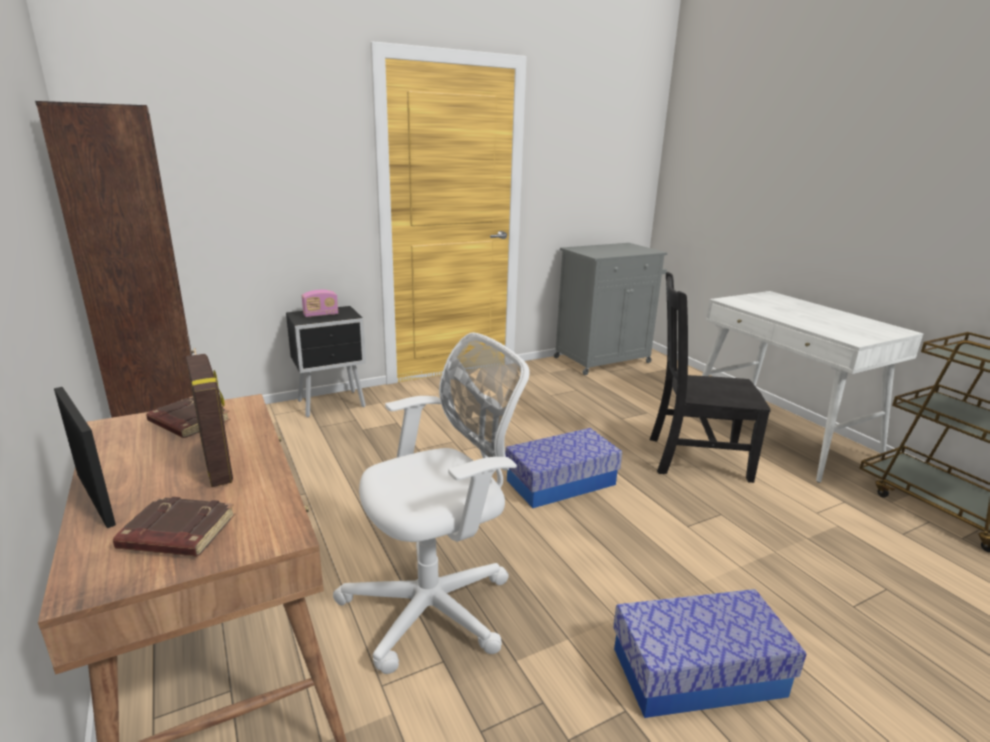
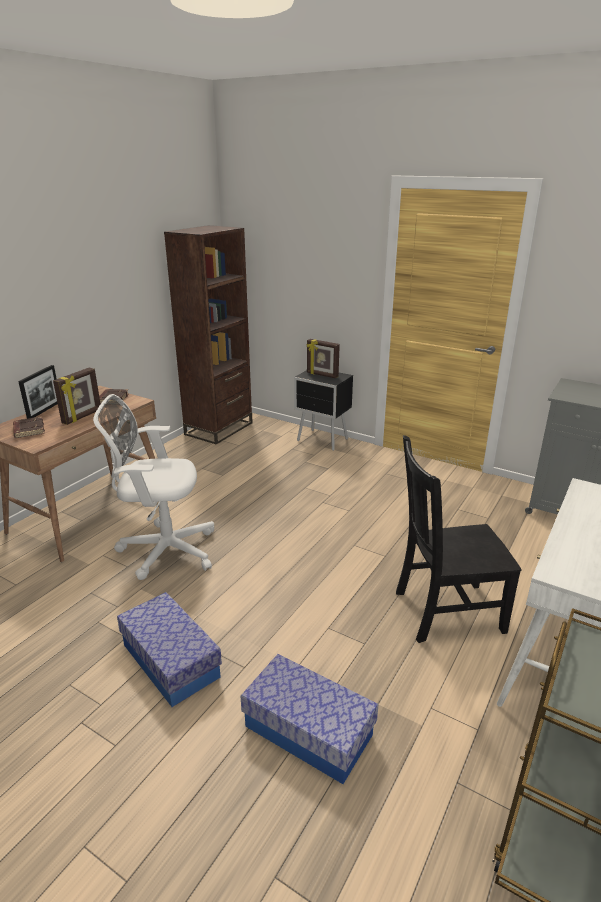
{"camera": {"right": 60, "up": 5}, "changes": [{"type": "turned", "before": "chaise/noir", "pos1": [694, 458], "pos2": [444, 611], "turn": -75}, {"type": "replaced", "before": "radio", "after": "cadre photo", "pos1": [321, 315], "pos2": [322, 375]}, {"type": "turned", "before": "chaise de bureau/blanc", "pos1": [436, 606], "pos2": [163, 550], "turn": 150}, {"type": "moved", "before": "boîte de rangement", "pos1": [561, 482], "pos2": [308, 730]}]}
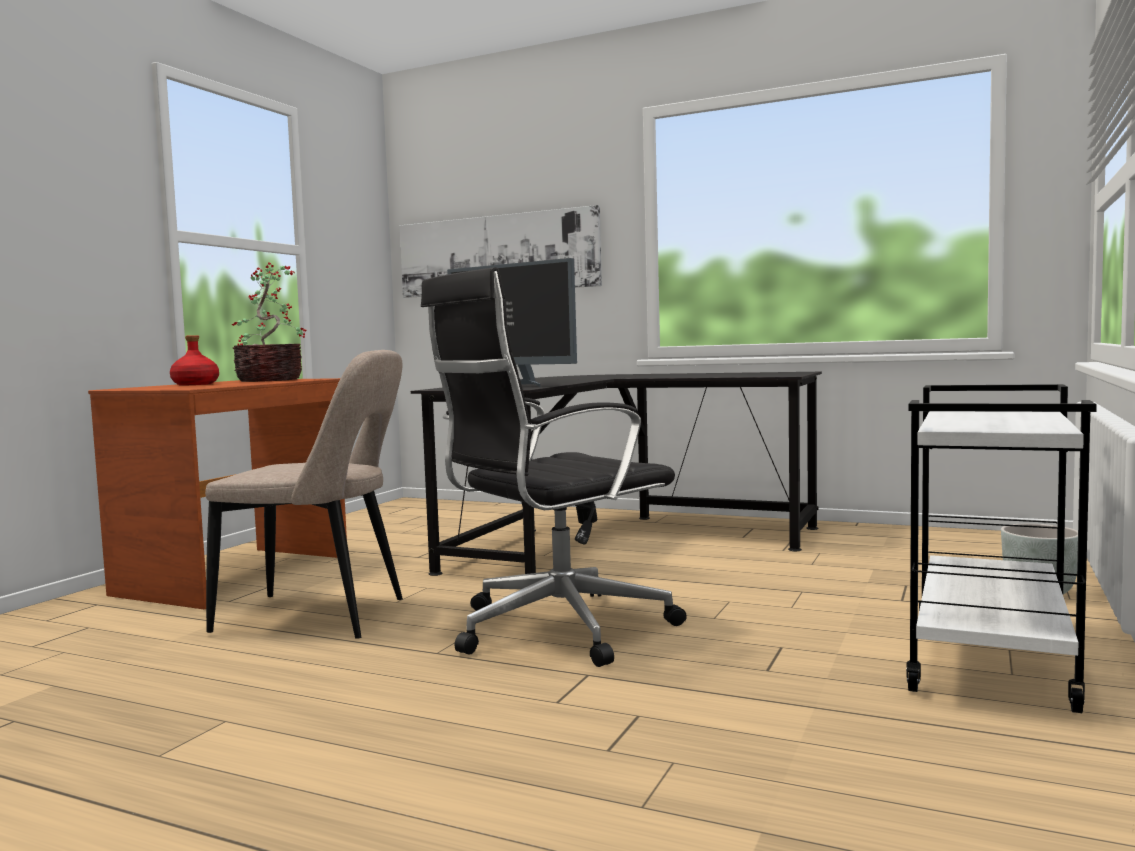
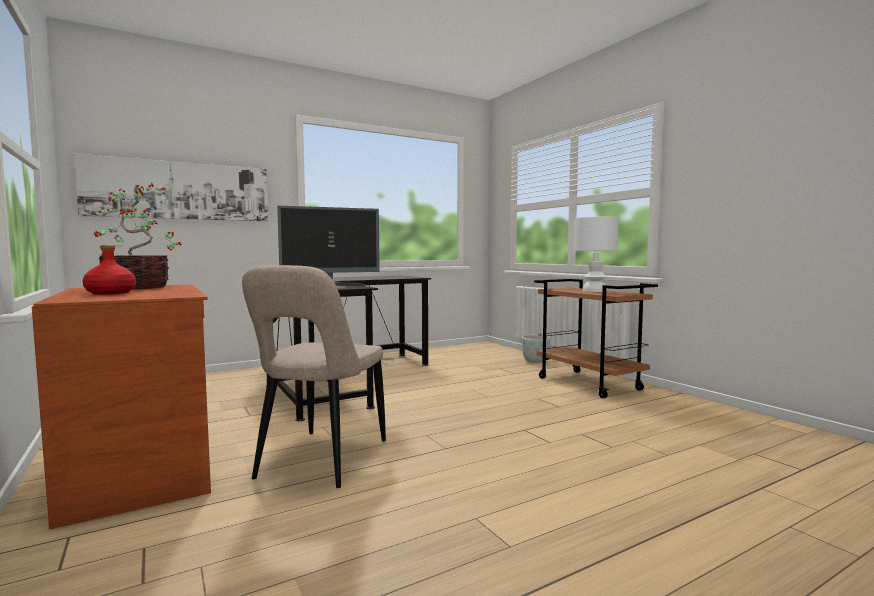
{"camera": {"right": -55, "up": 0}, "changes": [{"type": "removed", "before": "chaise de bureau/noir", "pos1": [555, 629]}, {"type": "turned", "before": "chaise/beige", "pos1": [319, 617], "pos2": [320, 461], "turn": 150}, {"type": "recoloured", "before": "chariot/blanc", "after": "chariot/marron", "pos1": [992, 662], "pos2": [590, 384]}, {"type": "added", "after": "lampe de table/blanc", "pos2": [594, 291]}]}
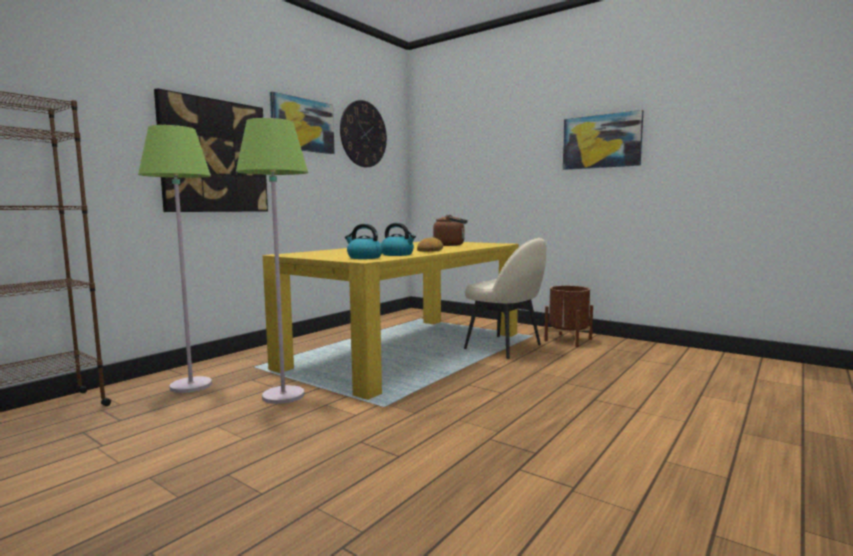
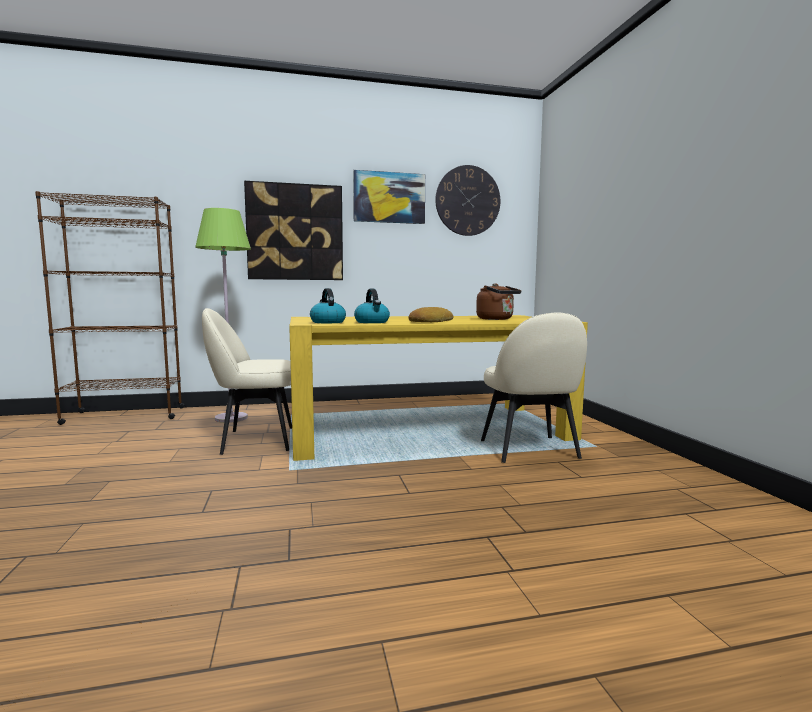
{"camera": {"right": 40, "up": 0}, "changes": [{"type": "removed", "before": "tableau", "pos1": [601, 141]}, {"type": "replaced", "before": "lampadaire/vert", "after": "chaise/beige", "pos1": [283, 396], "pos2": [256, 440]}, {"type": "removed", "before": "cache-pot/marron", "pos1": [568, 340]}]}
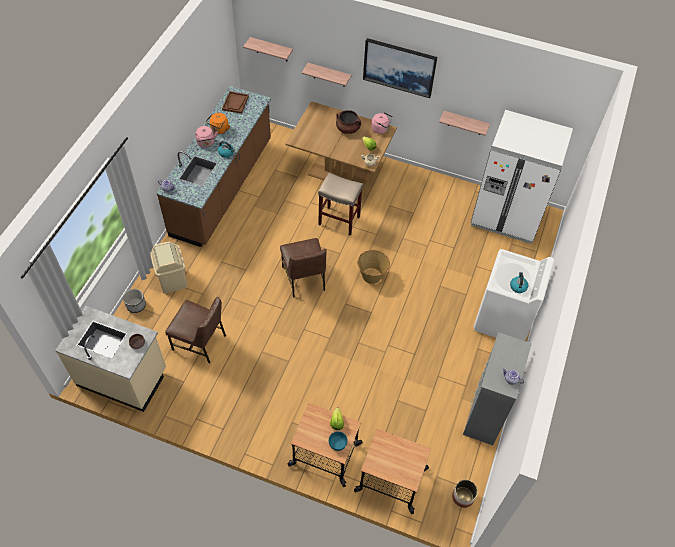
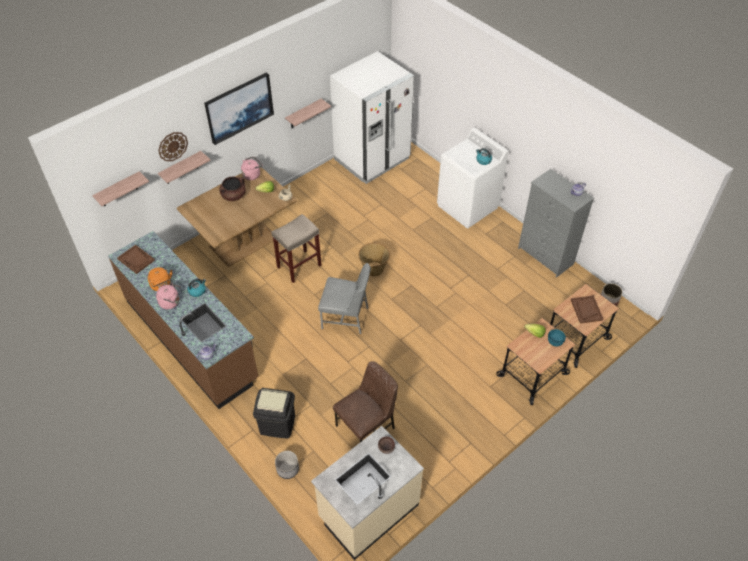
{"camera": {"right": -60, "up": -5}, "changes": [{"type": "recoloured", "before": "chaise/marron", "after": "chaise/gris", "pos1": [304, 279], "pos2": [346, 318]}, {"type": "recoloured", "before": "poubelle/beige", "after": "poubelle/noir", "pos1": [172, 280], "pos2": [277, 425]}, {"type": "added", "after": "horloge murale", "pos2": [172, 146]}, {"type": "added", "after": "plateau/marron", "pos2": [586, 310]}]}
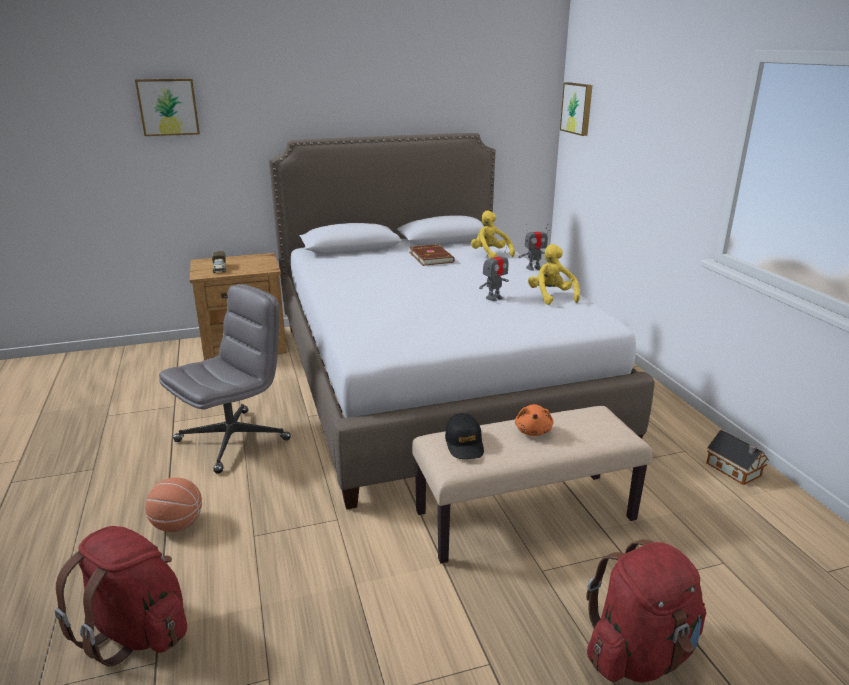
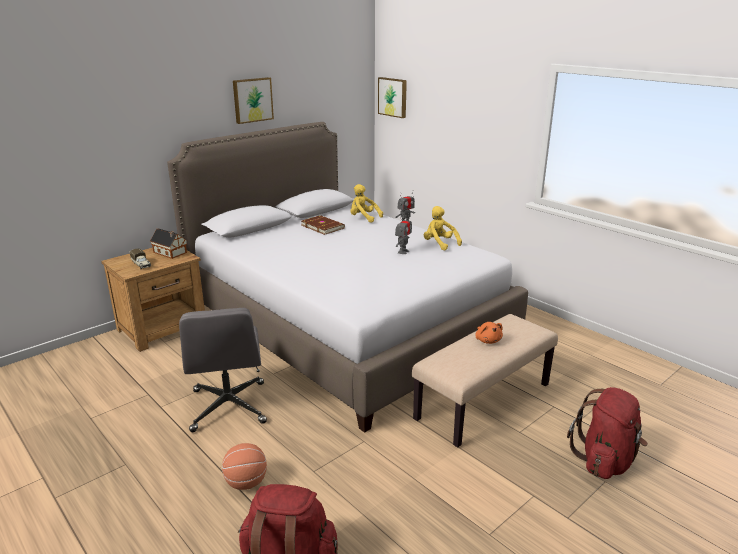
{"camera": {"right": -25, "up": 0}, "changes": [{"type": "moved", "before": "tableau", "pos1": [168, 107], "pos2": [252, 100]}, {"type": "turned", "before": "chaise de bureau/gris", "pos1": [233, 439], "pos2": [229, 407], "turn": 150}, {"type": "removed", "before": "casquette/noir", "pos1": [464, 444]}, {"type": "moved", "before": "maison miniature", "pos1": [735, 470], "pos2": [170, 253]}]}
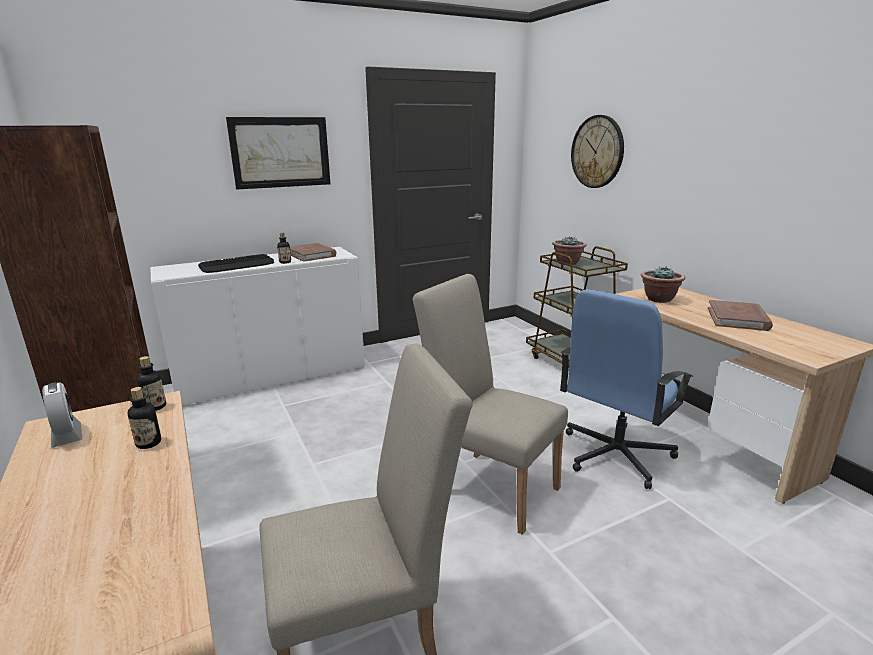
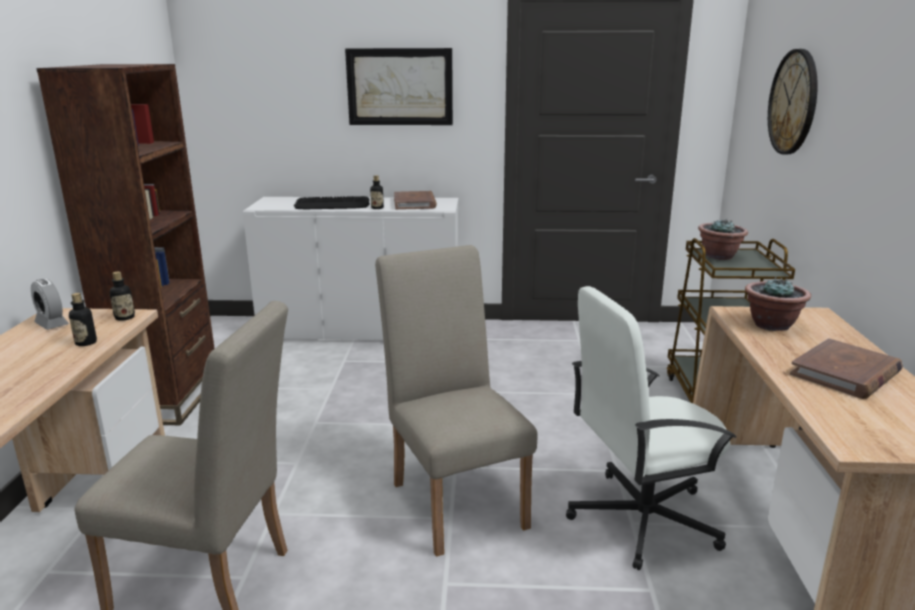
{"camera": {"right": 30, "up": 0}, "changes": [{"type": "recoloured", "before": "chaise de bureau/bleu", "after": "chaise de bureau/blanc", "pos1": [615, 454], "pos2": [641, 518]}, {"type": "turned", "before": "réveil", "pos1": [67, 436], "pos2": [51, 324], "turn": 135}]}
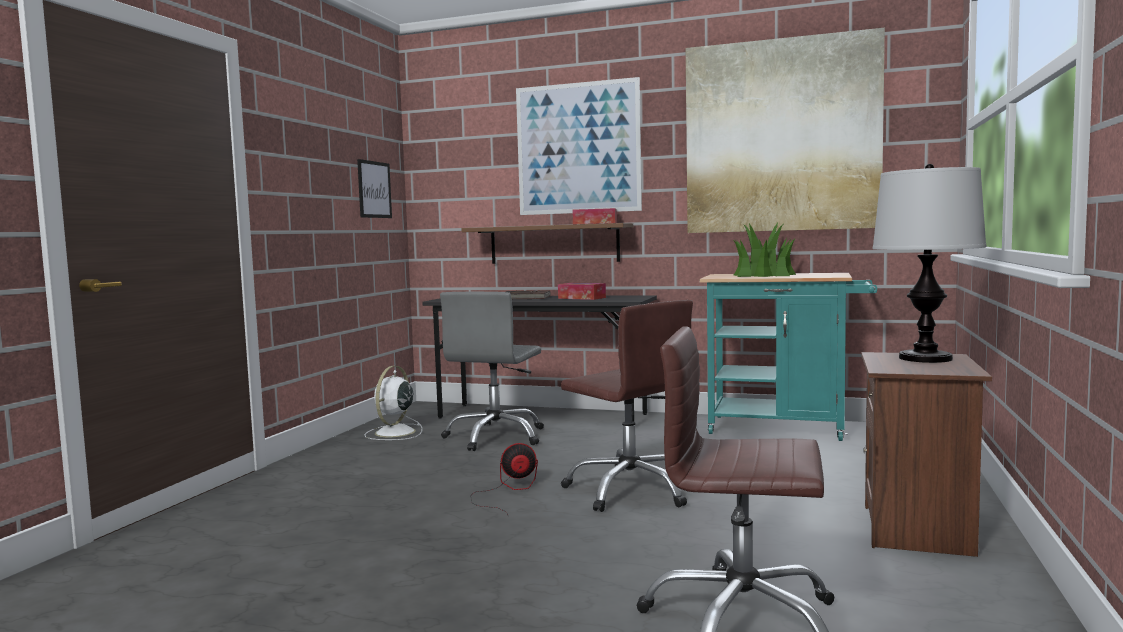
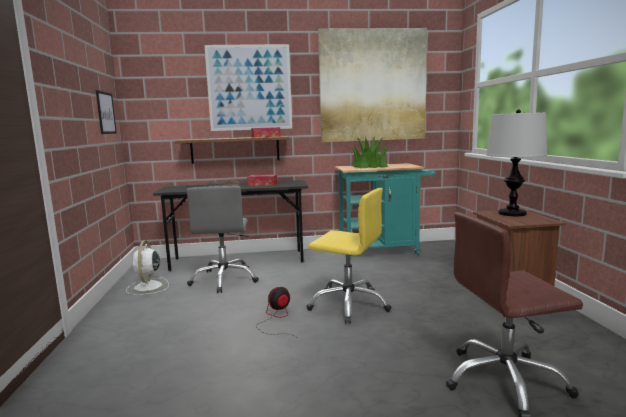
{"camera": {"right": -25, "up": 5}, "changes": [{"type": "recoloured", "before": "chaise de bureau/marron", "after": "chaise de bureau/jaune", "pos1": [631, 490], "pos2": [349, 304]}]}
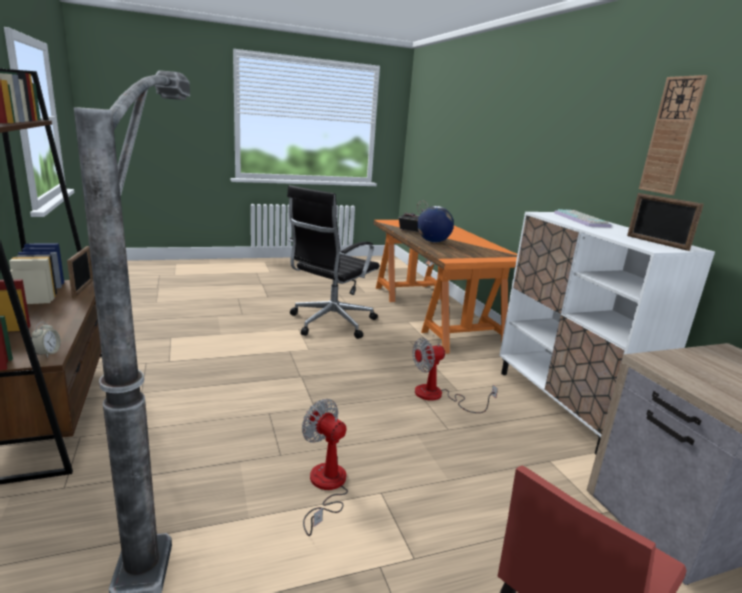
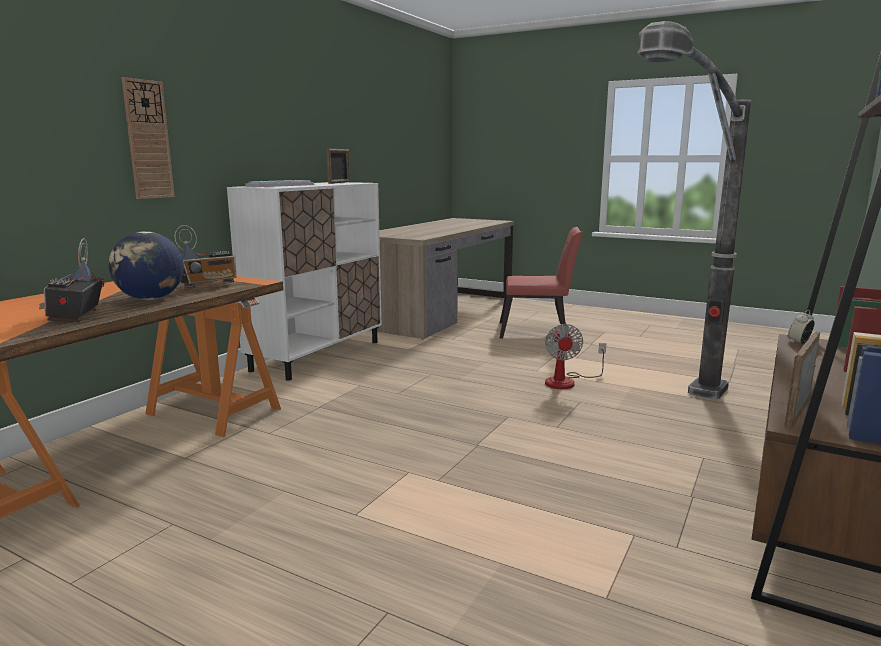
{"camera": {"right": -130, "up": -5}, "changes": [{"type": "moved", "before": "horloge murale", "pos1": [671, 136], "pos2": [148, 140]}, {"type": "removed", "before": "chaise de bureau/noir", "pos1": [330, 323]}, {"type": "removed", "before": "ventilateur", "pos1": [438, 396]}, {"type": "added", "after": "radio", "pos2": [209, 285]}]}
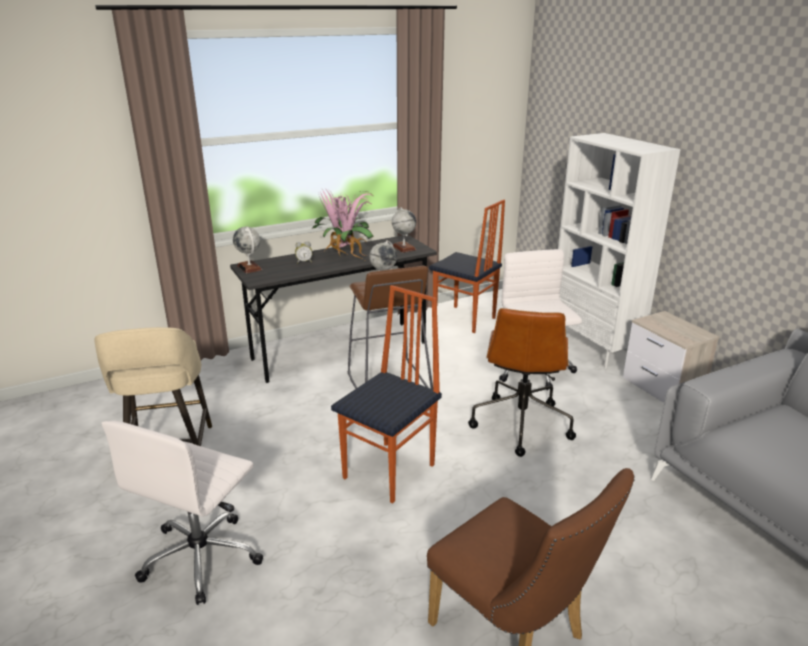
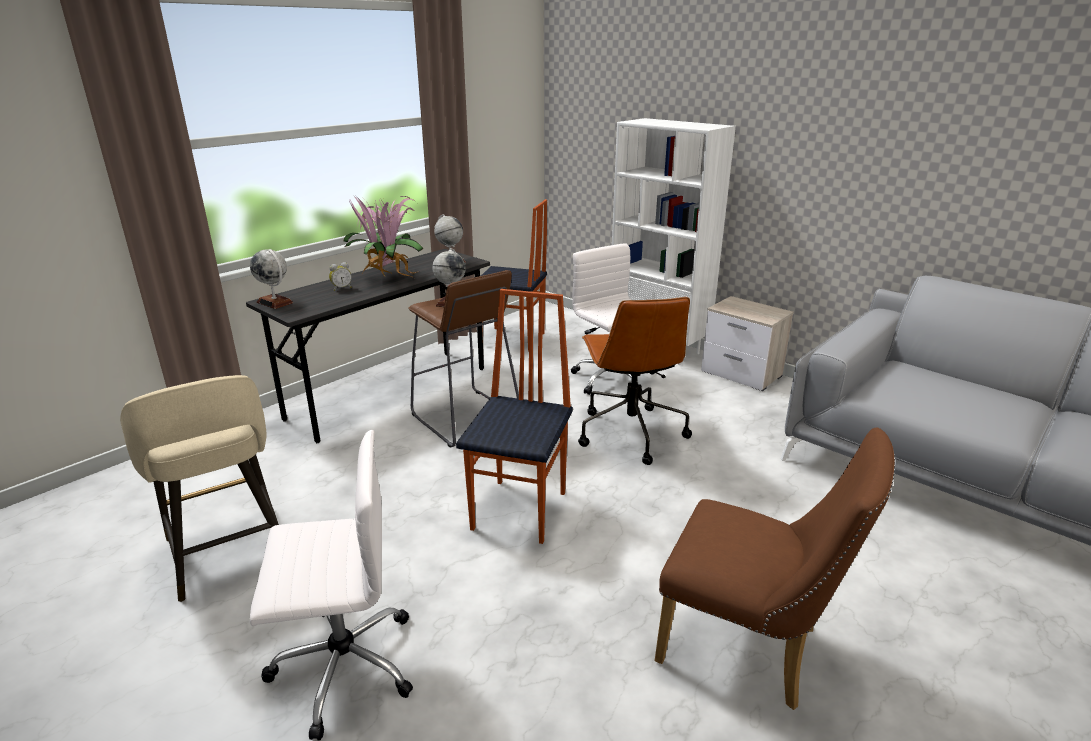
{"camera": {"right": -20, "up": 0}, "changes": [{"type": "turned", "before": "chaise de bureau/blanc", "pos1": [202, 556], "pos2": [342, 665], "turn": -105}]}
